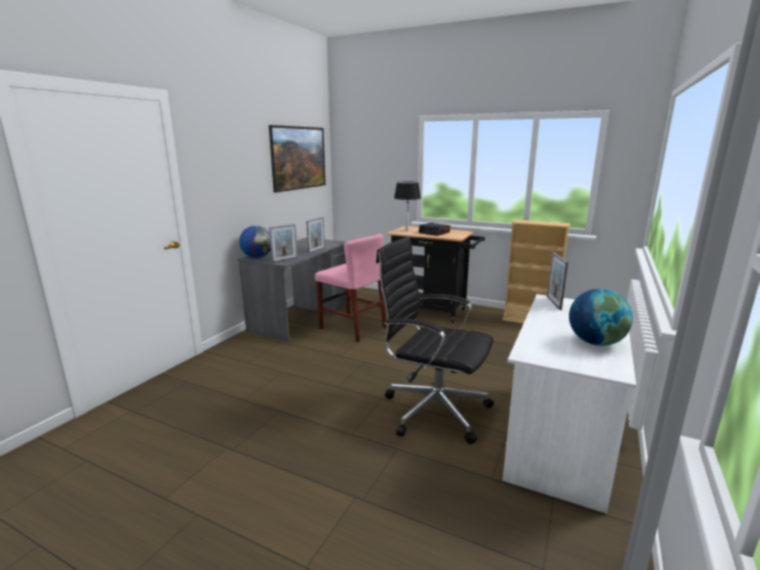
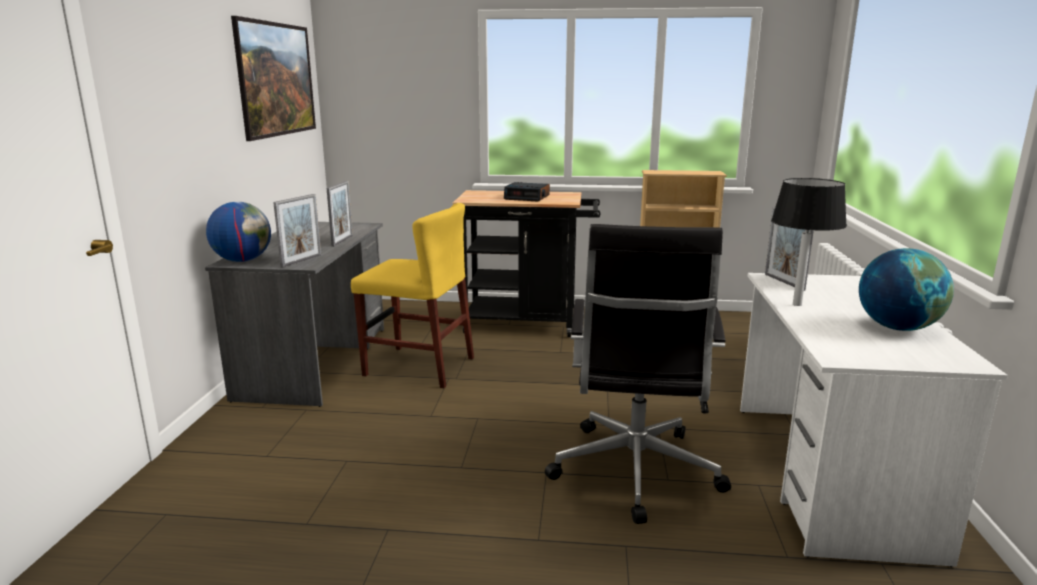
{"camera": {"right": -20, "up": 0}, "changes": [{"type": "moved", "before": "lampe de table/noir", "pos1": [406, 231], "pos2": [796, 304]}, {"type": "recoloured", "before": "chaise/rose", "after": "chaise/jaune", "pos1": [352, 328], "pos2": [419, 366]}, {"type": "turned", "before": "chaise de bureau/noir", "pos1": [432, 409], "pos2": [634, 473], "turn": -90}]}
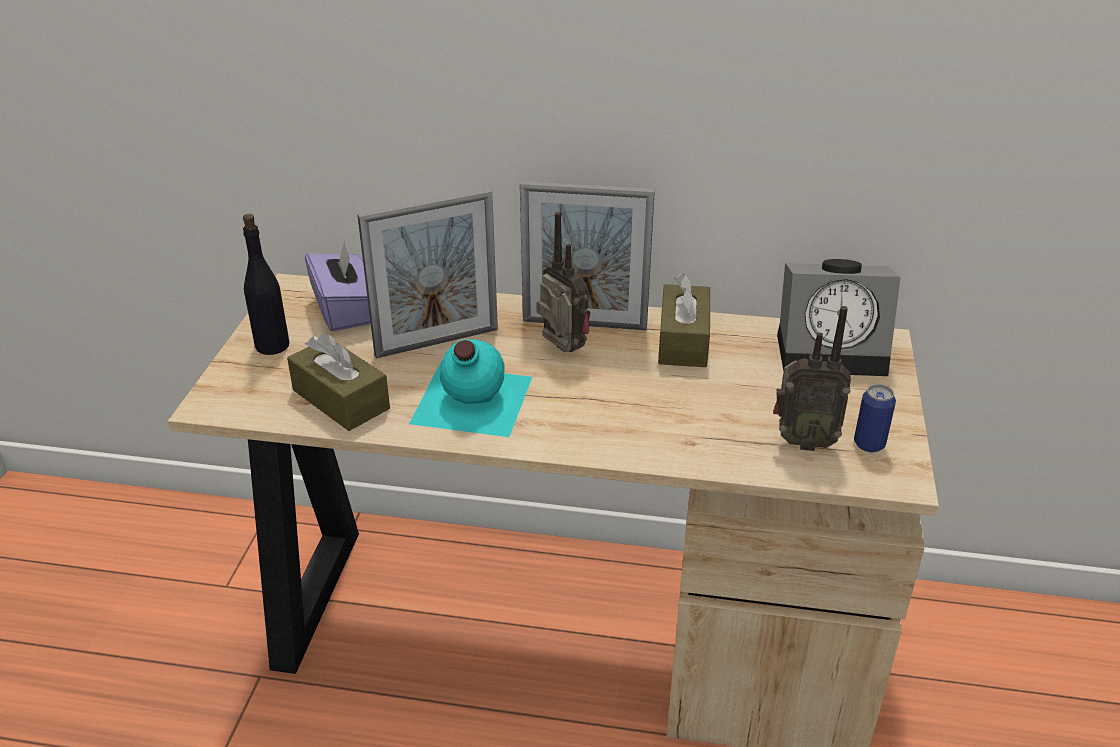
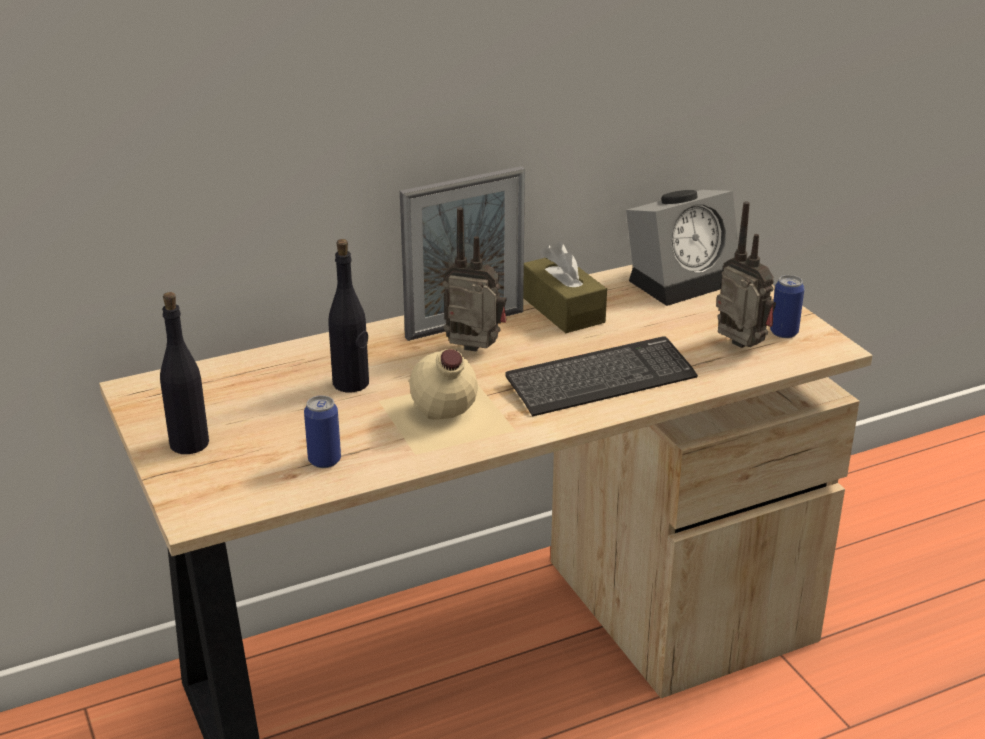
{"camera": {"right": -35, "up": -5}, "changes": [{"type": "replaced", "before": "cadre photo", "after": "bouteille/noir", "pos1": [437, 342], "pos2": [351, 383]}, {"type": "removed", "before": "boîte à mouchoirs/violet", "pos1": [346, 310]}, {"type": "turned", "before": "radio", "pos1": [803, 441], "pos2": [738, 347], "turn": -105}, {"type": "replaced", "before": "boîte à mouchoirs/marron", "after": "boîte métallique", "pos1": [341, 399], "pos2": [324, 460]}, {"type": "recoloured", "before": "bouteille/turquoise", "after": "bouteille/beige", "pos1": [470, 400], "pos2": [444, 417]}, {"type": "added", "after": "clavier", "pos2": [601, 380]}]}
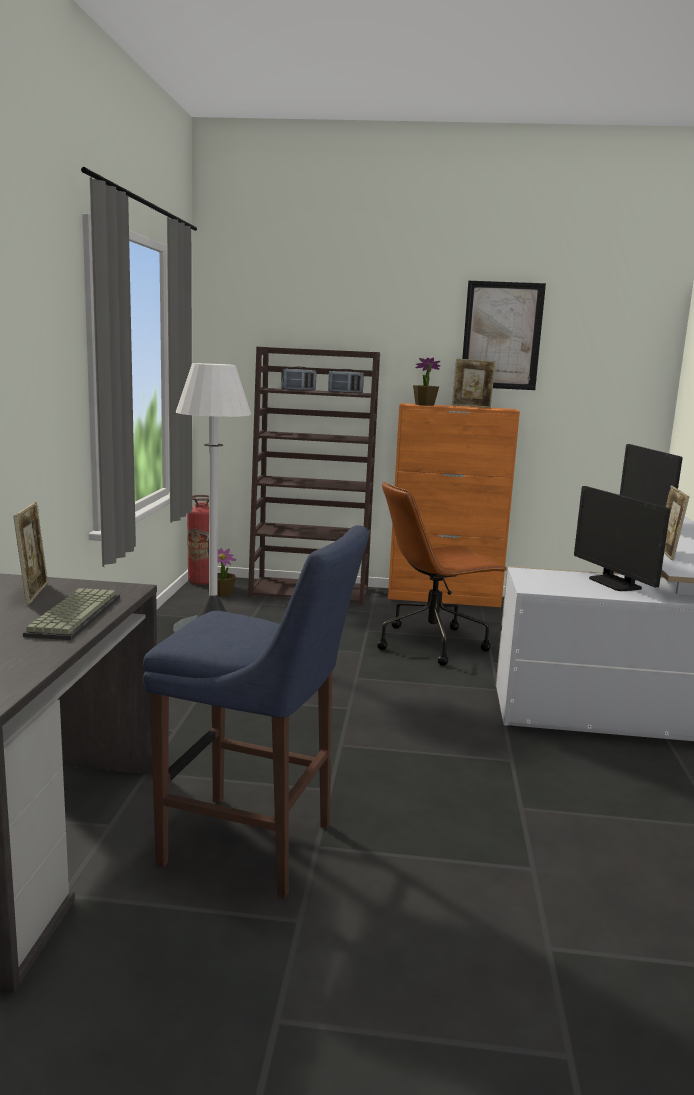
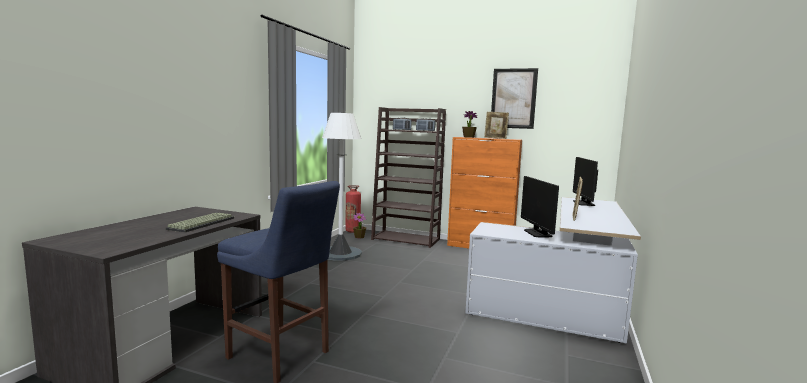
{"camera": {"right": 15, "up": -5}, "changes": [{"type": "removed", "before": "chaise de bureau/marron", "pos1": [433, 643]}, {"type": "removed", "before": "cadre photo", "pos1": [34, 593]}]}
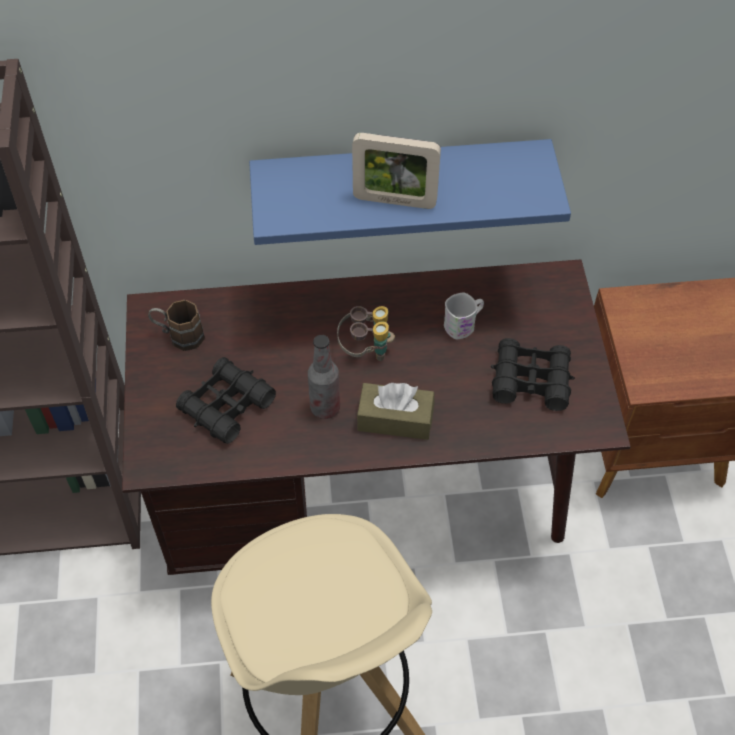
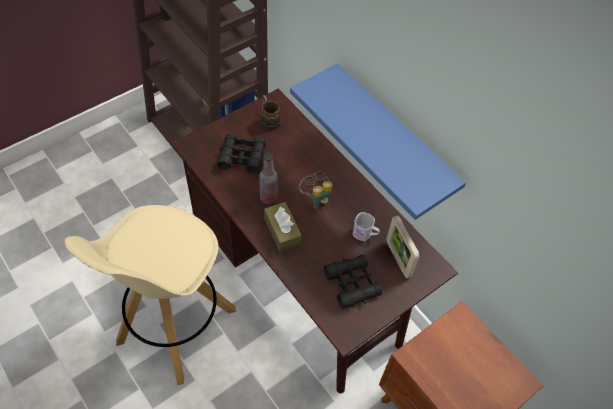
{"camera": {"right": 55, "up": 0}, "changes": [{"type": "moved", "before": "cadre photo", "pos1": [394, 201], "pos2": [398, 259]}]}
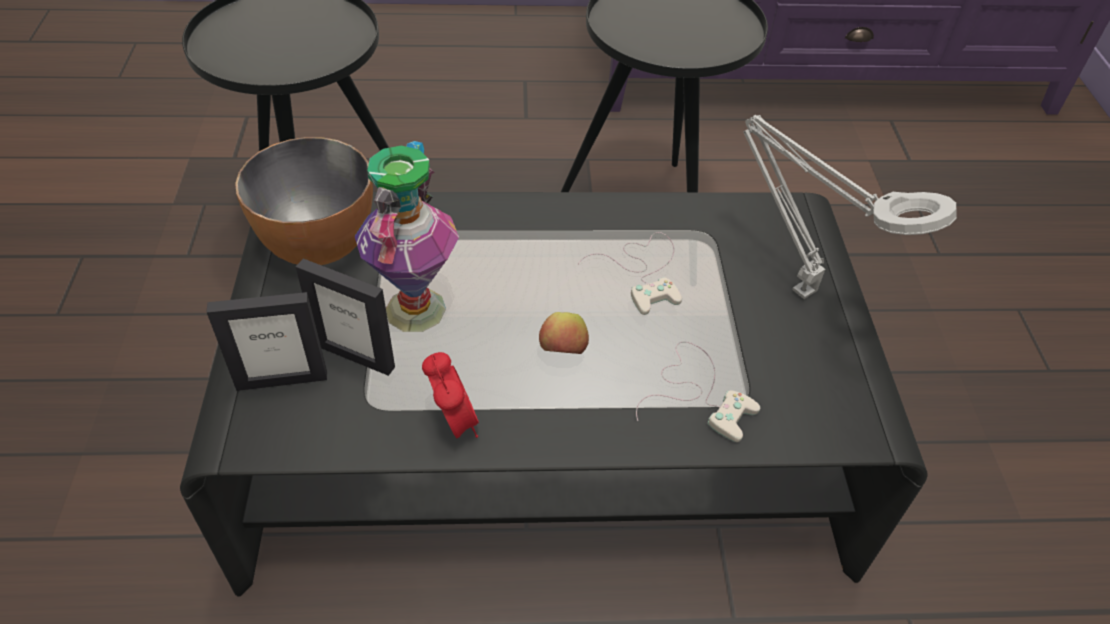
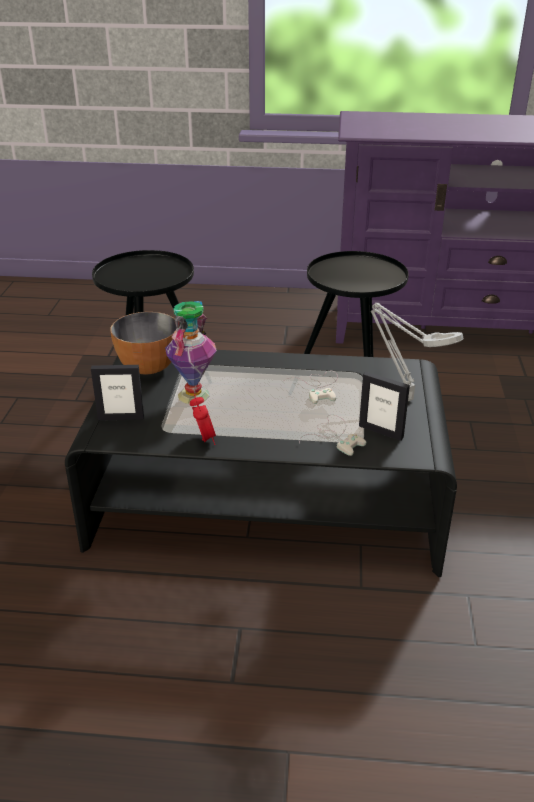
{"camera": {"right": 10, "up": -15}, "changes": [{"type": "moved", "before": "cadre photo", "pos1": [355, 355], "pos2": [381, 431]}, {"type": "removed", "before": "pomme", "pos1": [563, 352]}]}
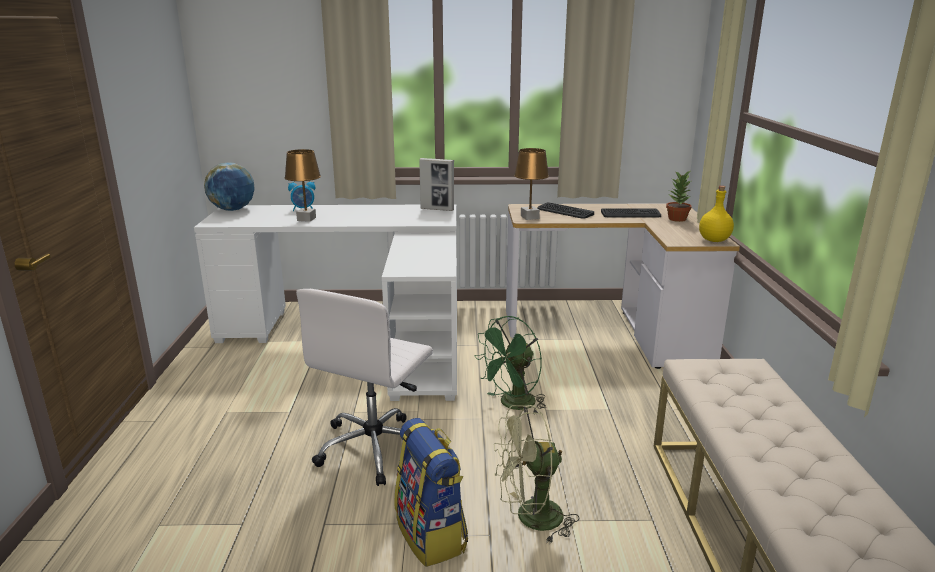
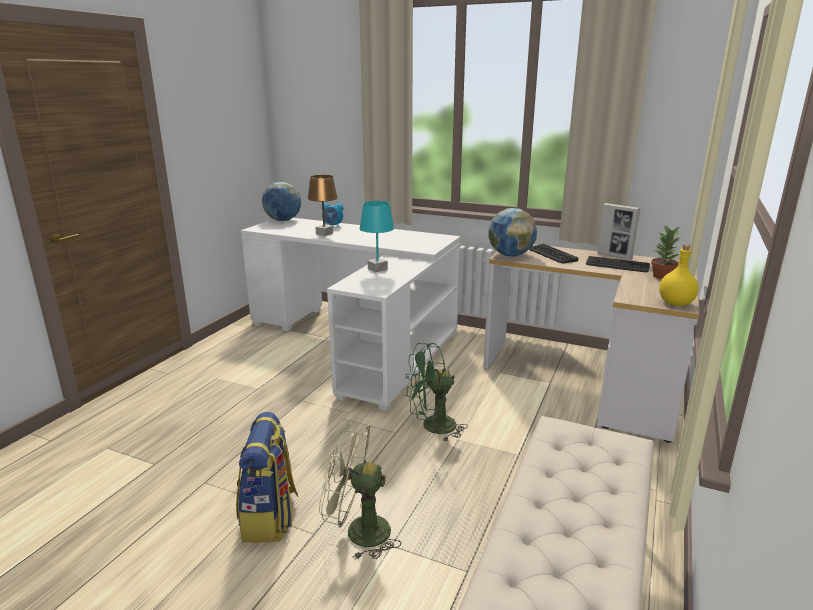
{"camera": {"right": 25, "up": 0}, "changes": [{"type": "replaced", "before": "lampe de table/marron", "after": "globe", "pos1": [529, 217], "pos2": [510, 255]}, {"type": "moved", "before": "cadre photo", "pos1": [437, 209], "pos2": [614, 256]}, {"type": "removed", "before": "chaise de bureau/blanc", "pos1": [375, 448]}, {"type": "added", "after": "lampe de table/turquoise", "pos2": [377, 269]}]}
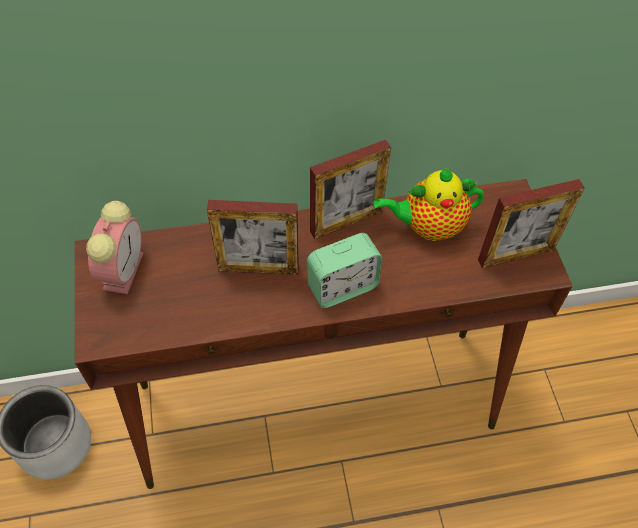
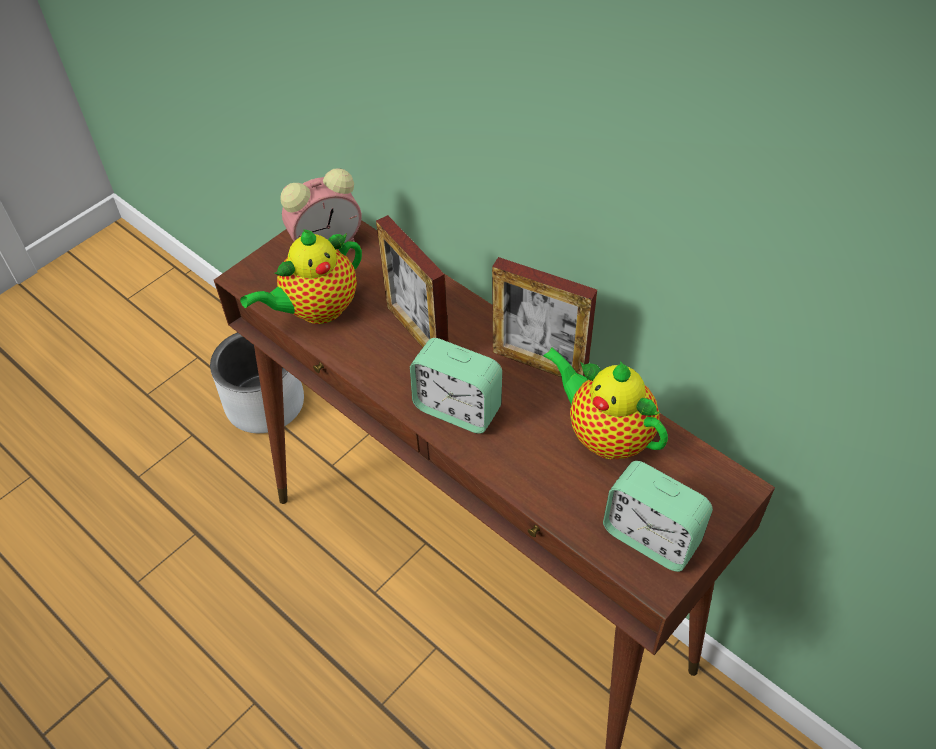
{"camera": {"right": 55, "up": -5}, "changes": [{"type": "replaced", "before": "cadre photo", "after": "réveil", "pos1": [516, 255], "pos2": [651, 537]}, {"type": "added", "after": "théière", "pos2": [316, 310]}]}
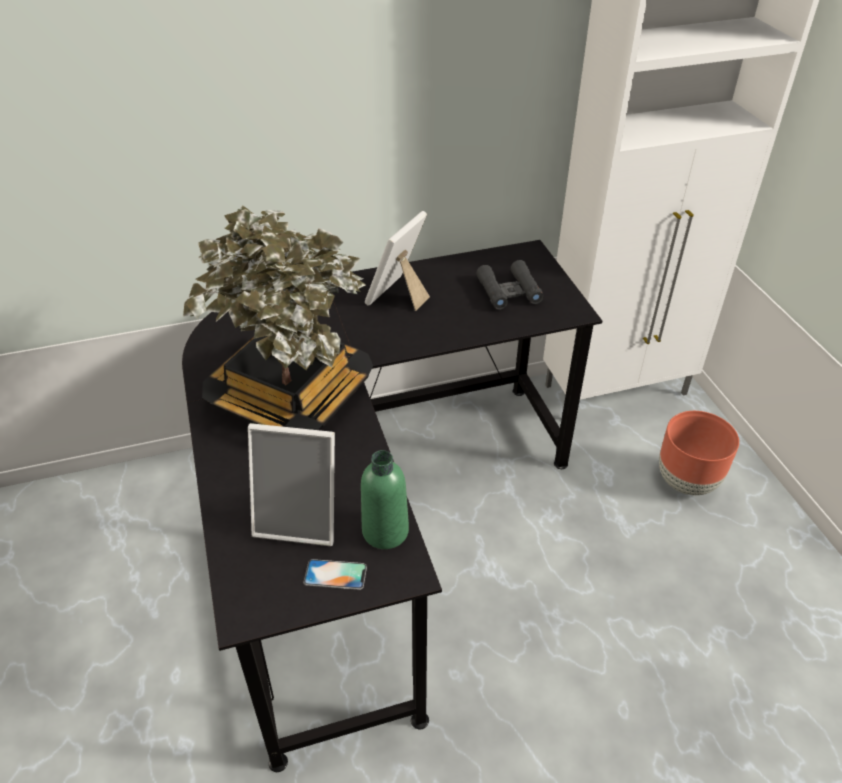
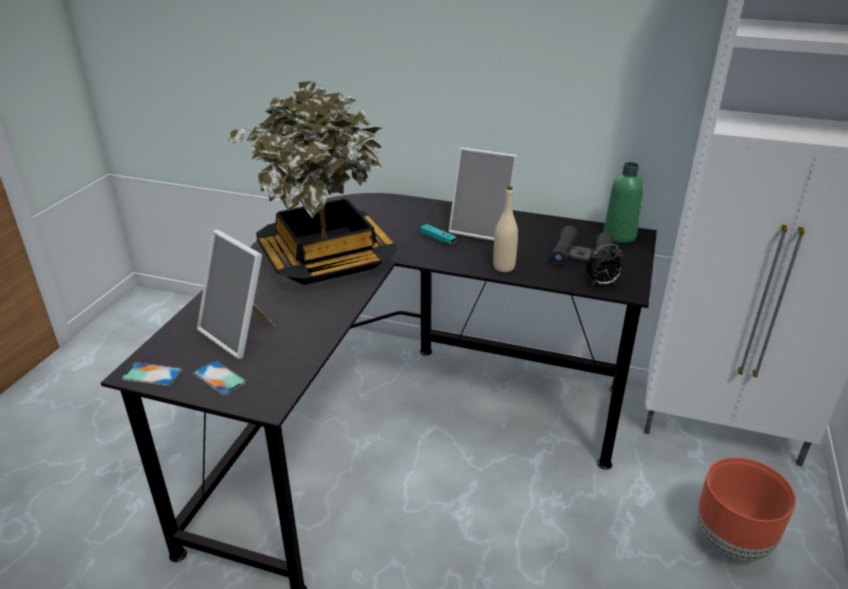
{"camera": {"right": 35, "up": -10}, "changes": [{"type": "turned", "before": "cadre photo", "pos1": [399, 296], "pos2": [482, 229], "turn": -135}, {"type": "moved", "before": "bouteille/vert", "pos1": [385, 531], "pos2": [619, 235]}, {"type": "added", "after": "bouteille/beige", "pos2": [504, 267]}, {"type": "added", "after": "manette/turquoise", "pos2": [437, 239]}, {"type": "added", "after": "réveil", "pos2": [602, 283]}, {"type": "added", "after": "téléphone", "pos2": [152, 374]}]}
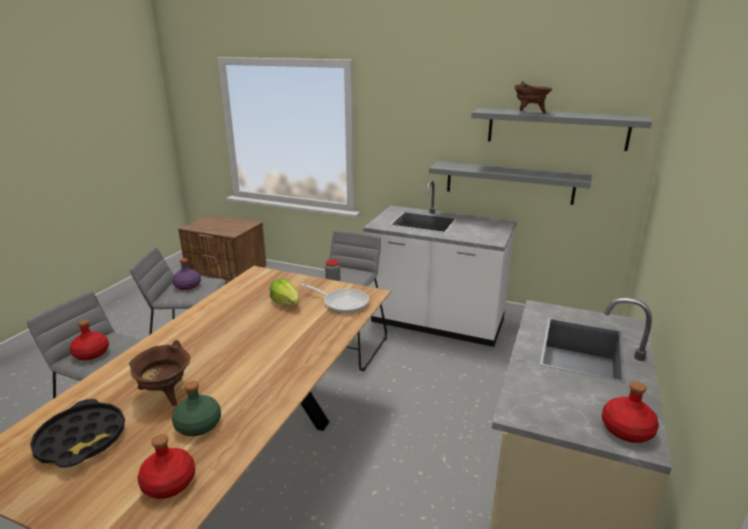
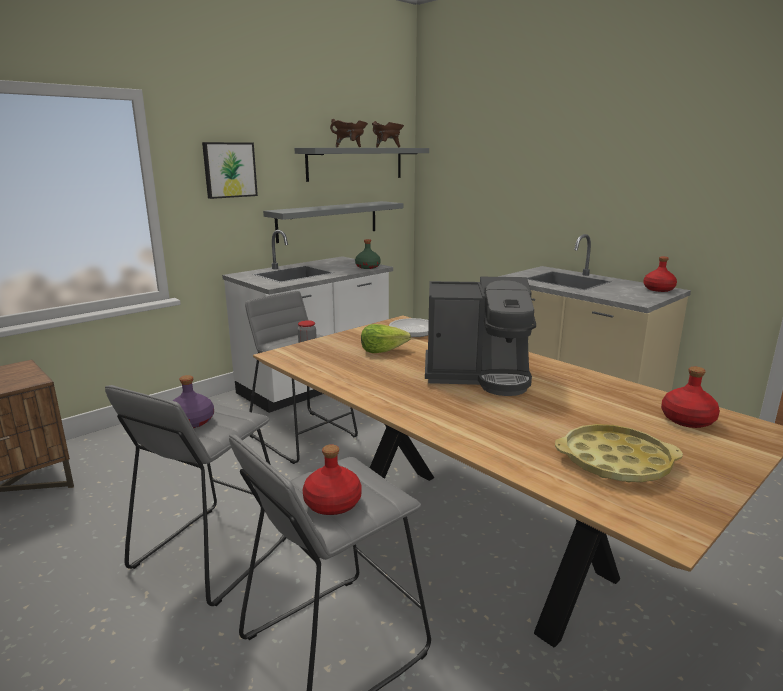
{"camera": {"right": -65, "up": -5}, "changes": [{"type": "moved", "before": "marmite/marron", "pos1": [166, 394], "pos2": [387, 147]}, {"type": "moved", "before": "bouteille/vert", "pos1": [198, 425], "pos2": [368, 267]}, {"type": "recoloured", "before": "plateau/noir", "after": "plateau/jaune", "pos1": [81, 439], "pos2": [615, 461]}, {"type": "added", "after": "tableau", "pos2": [229, 170]}, {"type": "added", "after": "machine à café", "pos2": [478, 375]}]}
